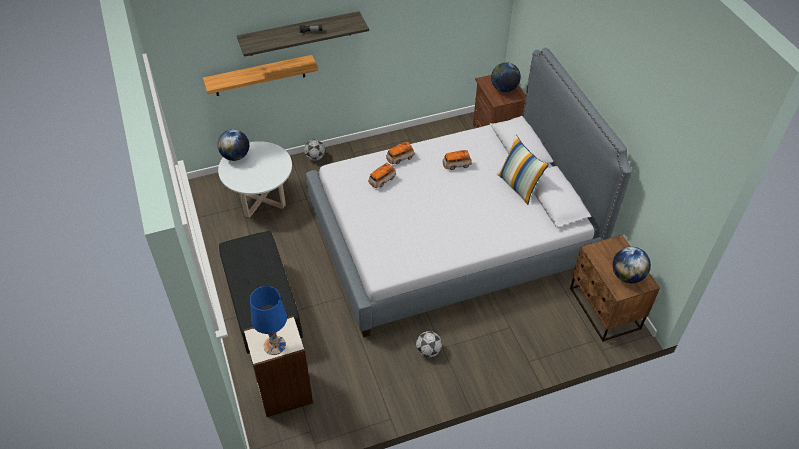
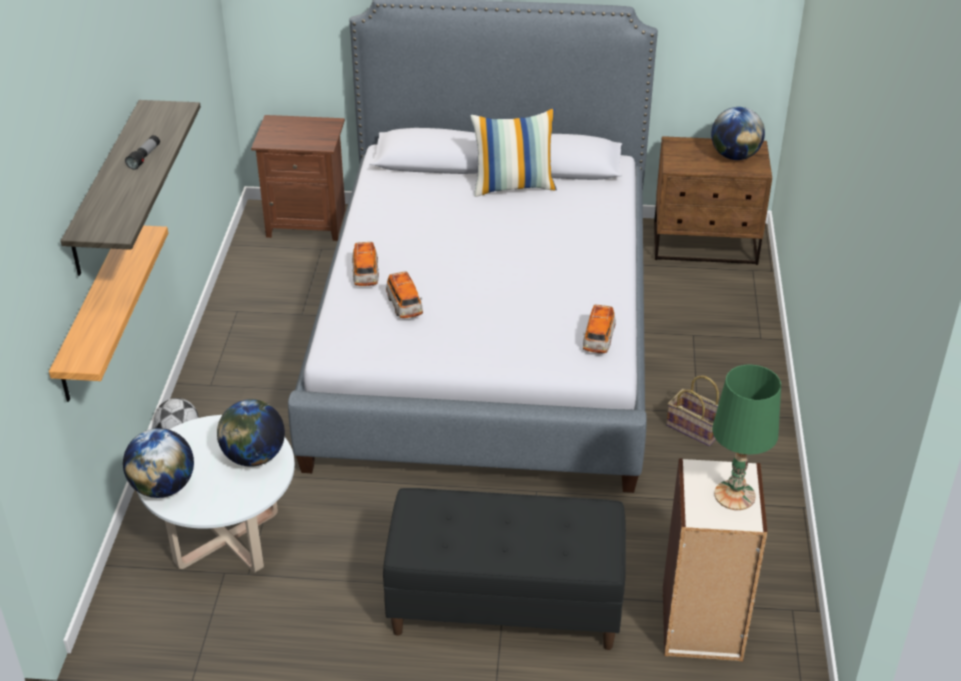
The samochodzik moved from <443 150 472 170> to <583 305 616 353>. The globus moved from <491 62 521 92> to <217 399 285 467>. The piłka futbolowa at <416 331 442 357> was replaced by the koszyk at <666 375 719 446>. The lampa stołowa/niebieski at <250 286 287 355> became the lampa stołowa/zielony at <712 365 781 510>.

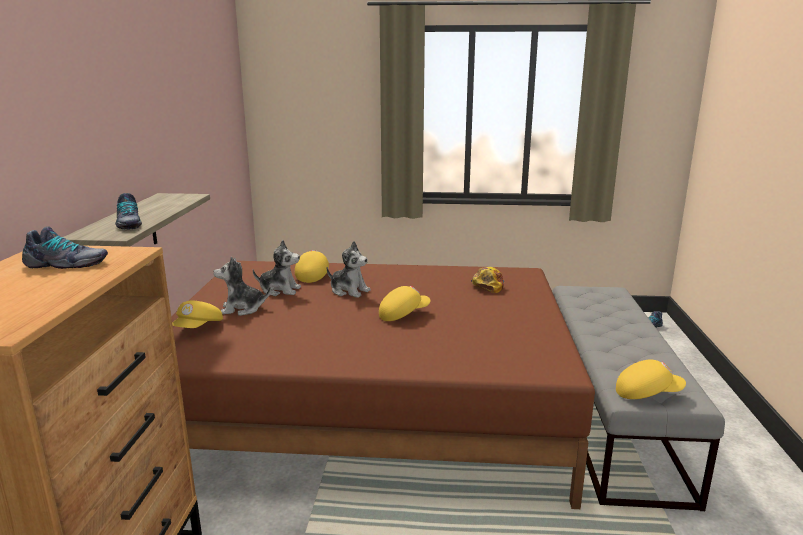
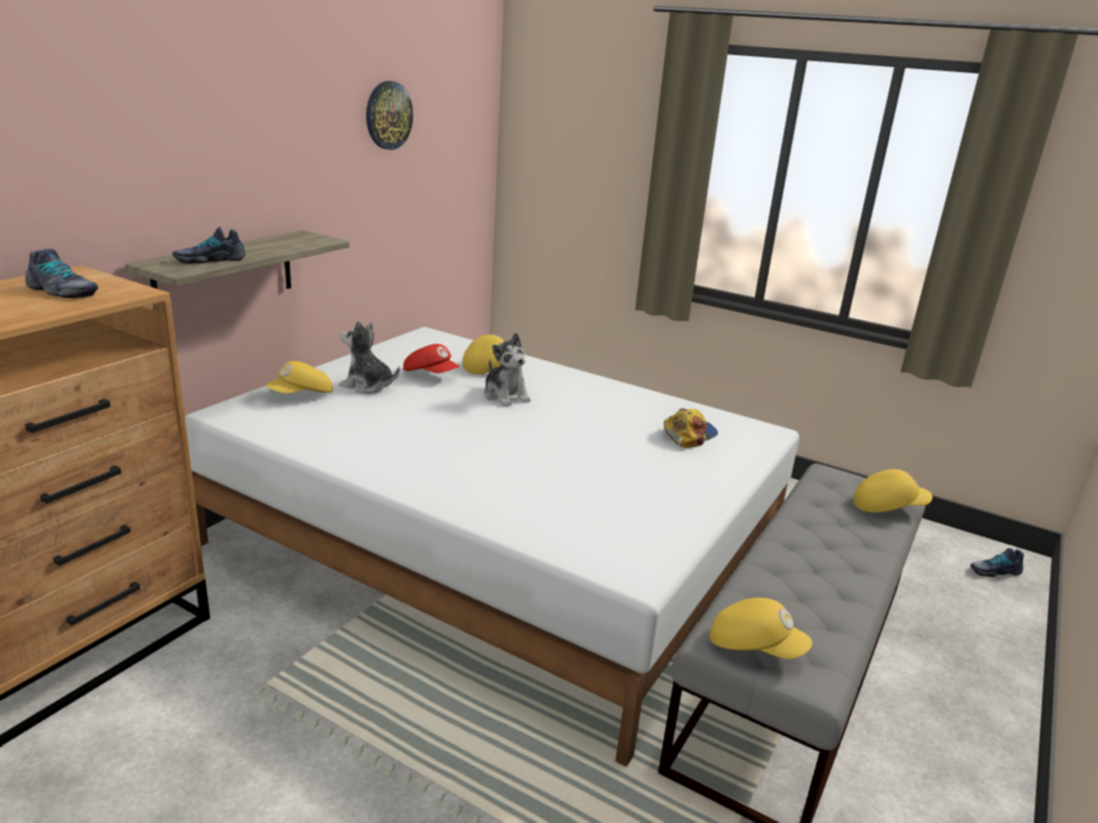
The zegar ścienny at <366 81 413 150> appeared. The czapka z daszkiem/żółty moved from <379 286 430 321> to <854 469 933 513>. The pluszak at <253 240 301 296> was replaced by the czapka z daszkiem/czerwony at <403 344 459 373>. The łóżko/brązowy at <171 261 595 509> became the łóżko/biały at <185 327 799 767>. The but at <115 193 142 230> turned 60 degrees clockwise.

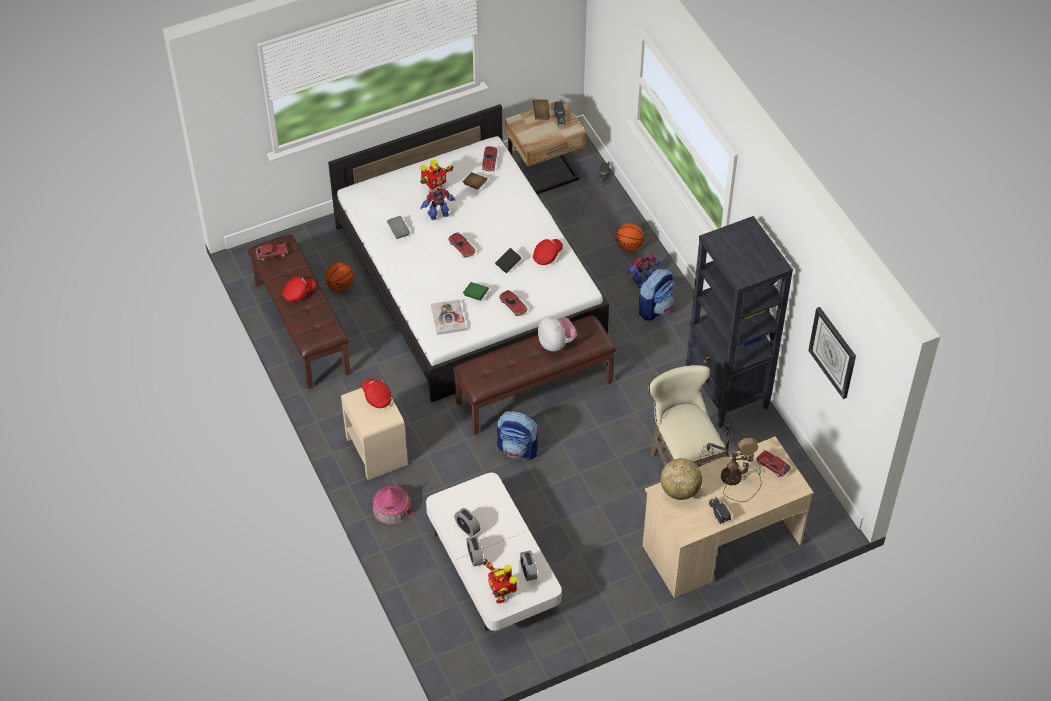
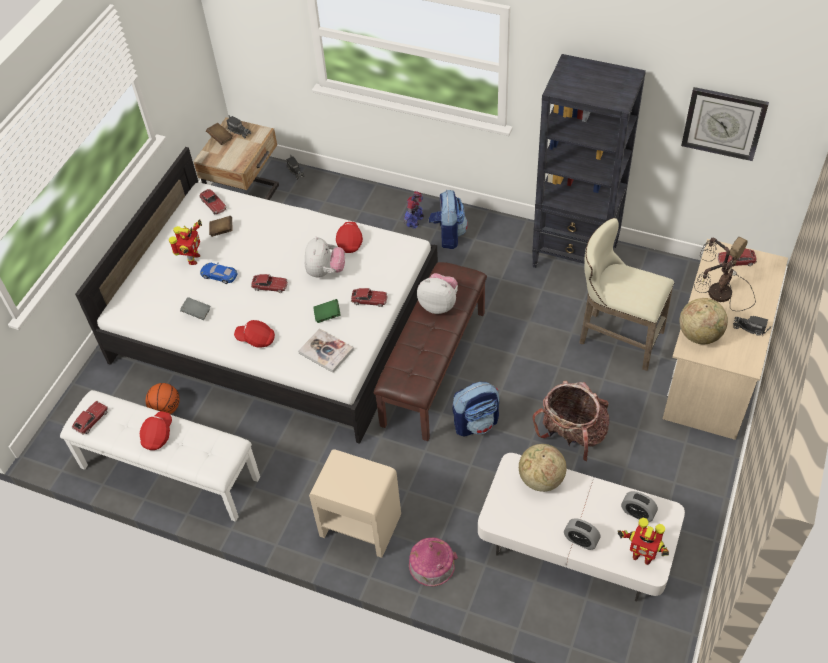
The budzik at <454 508 481 537> disappeared. The piłka do koszykówki at <616 223 644 251> disappeared. The globus at <519 444 567 492> appeared. The plecak at <532 381 609 462> appeared. The czapka z daszkiem/czerwony moved from <362 378 392 408> to <234 320 275 348>. The robot zabawkowy at <421 189 455 220> was replaced by the samochodzik/niebieski at <200 263 238 284>. The książka/czarny at <495 248 521 273> was replaced by the pluszak at <305 236 345 278>. The ławka/brązowy at <248 235 351 389> became the ławka/biały at <60 390 260 522>.

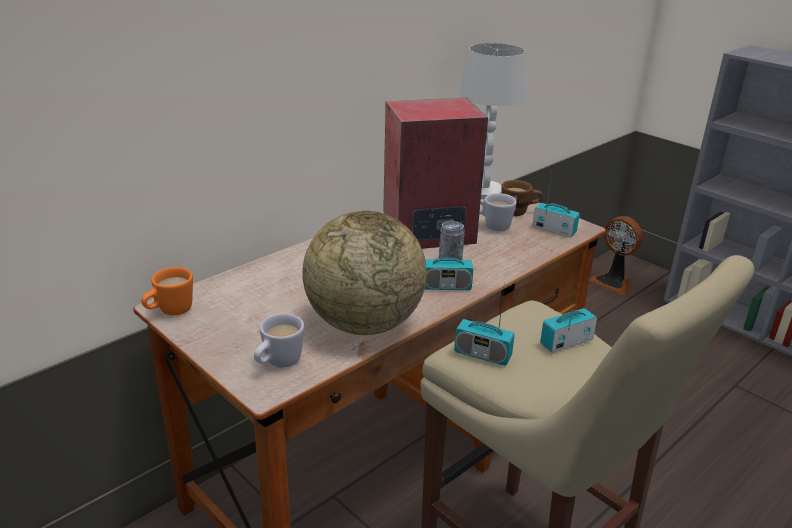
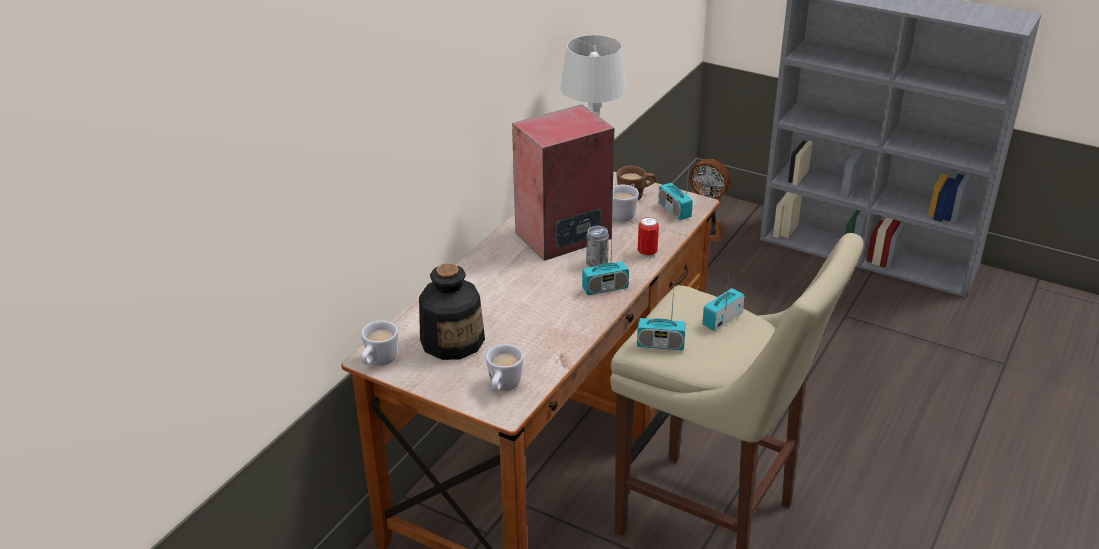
The globus at <302 210 427 335> disappeared. The butelka at <419 263 485 360> appeared. The puszka at <638 217 659 258> appeared. The kubek/pomarańczowy at <141 267 193 316> became the kubek/biały at <361 321 398 366>. The radio at <533 174 580 237> turned 135 degrees counterclockwise.

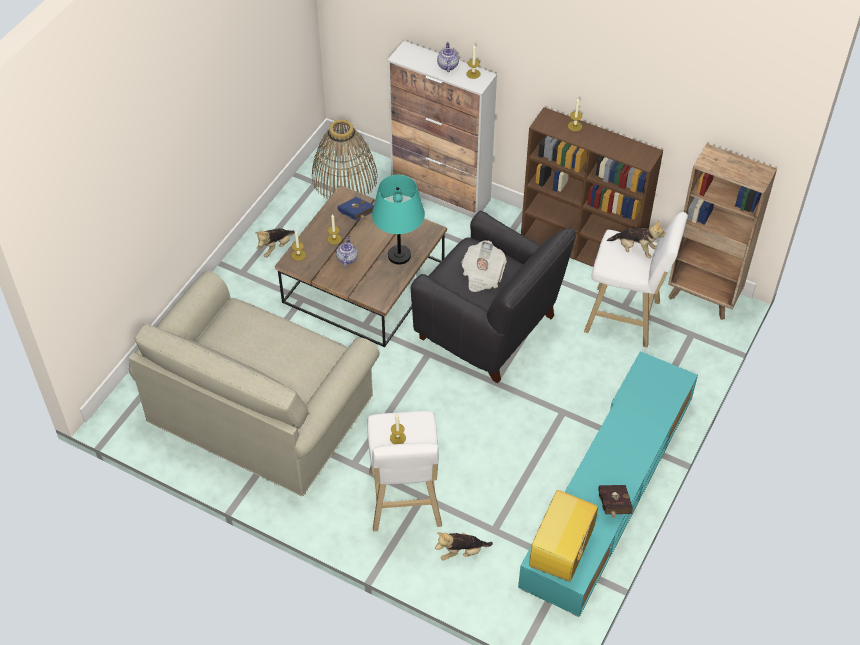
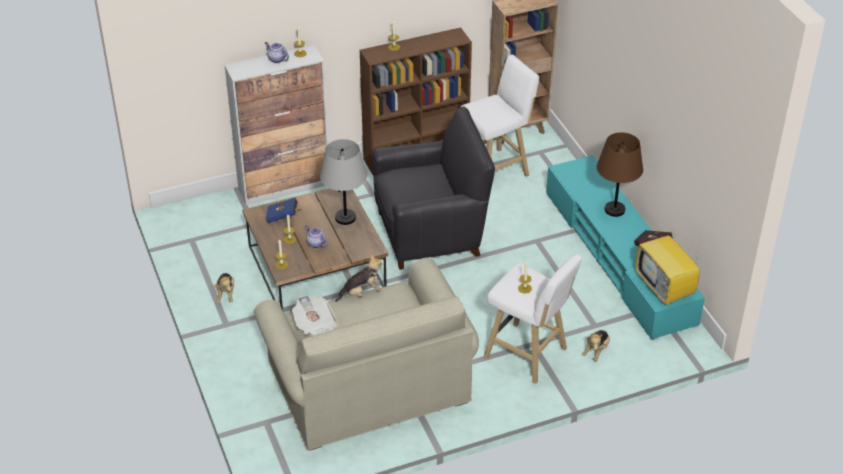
The koszyk at <312 119 378 199> disappeared. The lampa stołowa/brązowy at <597 132 643 217> appeared. The gazeta moved from <461 240 507 292> to <292 295 338 336>. The pluszak moved from <607 220 666 258> to <335 254 383 302>. The lampa stołowa/turkusowy at <372 175 425 264> became the lampa stołowa/szary at <320 139 367 225>.

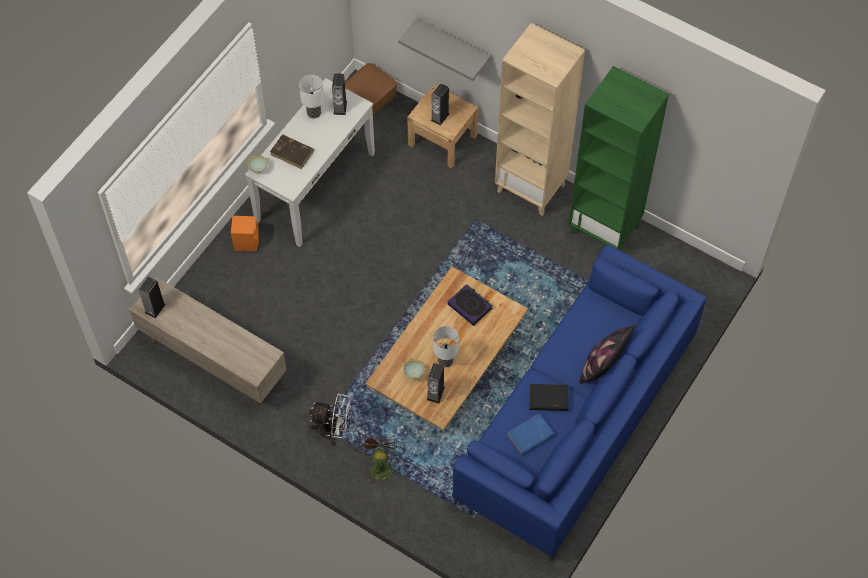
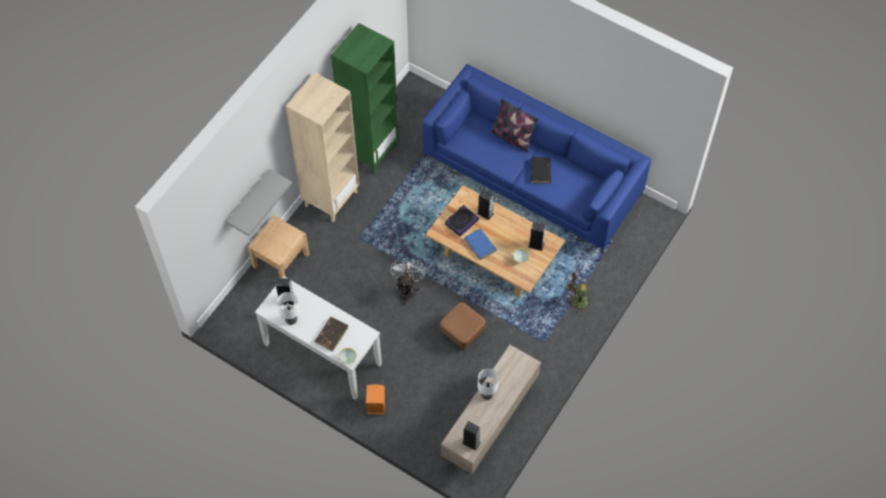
The wentylator/biały moved from <309 393 351 445> to <390 258 425 305>. The pufa/brązowy moved from <345 63 397 116> to <440 302 486 350>. The głośnik moved from <431 83 450 126> to <477 189 494 220>. The lampa stołowa moved from <433 326 459 368> to <478 368 499 400>. The książka/niebieski moved from <507 413 555 455> to <464 229 497 260>.

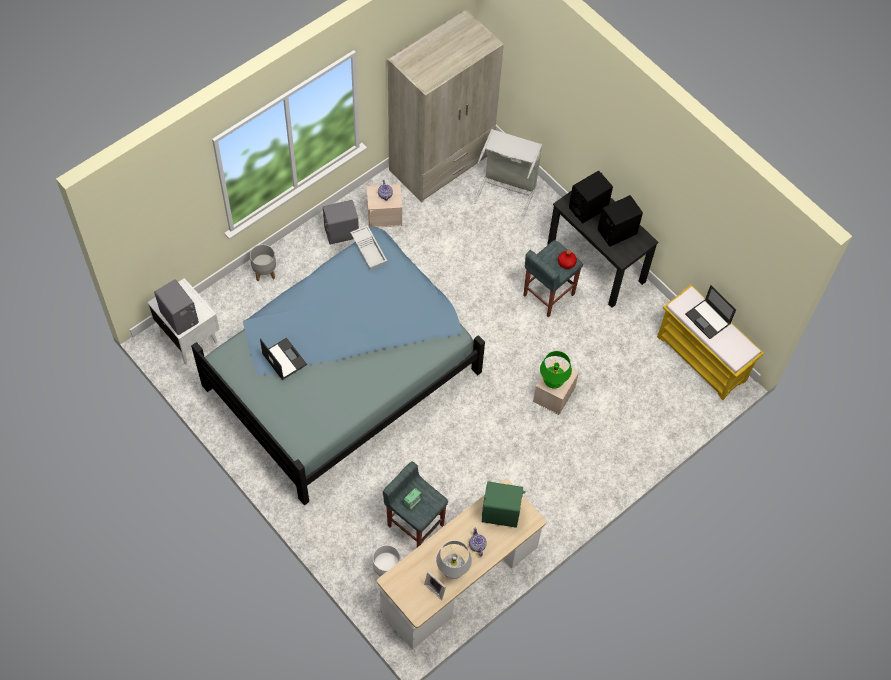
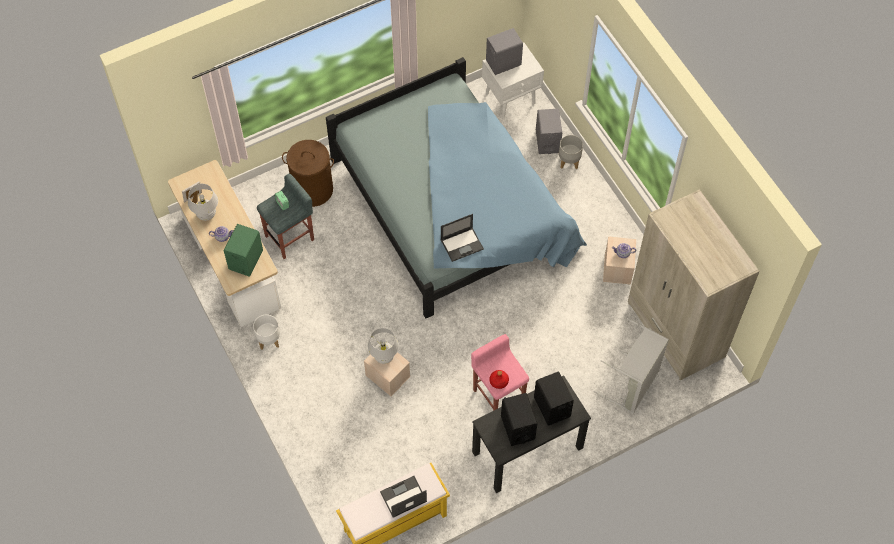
The taca/biały at <350 225 387 270> disappeared. The kosz na pranie/brązowy at <282 140 334 207> appeared. The laptop moved from <260 338 307 380> to <441 214 484 262>. The głośnik/szary moved from <323 200 359 245> to <536 109 562 154>. The donica/biały moved from <373 545 400 577> to <253 314 280 350>. The stołek/szary at <523 240 583 317> became the stołek/różowy at <471 334 529 411>. The lampa stołowa/zielony at <540 351 572 388> became the lampa stołowa/biały at <368 328 399 364>.

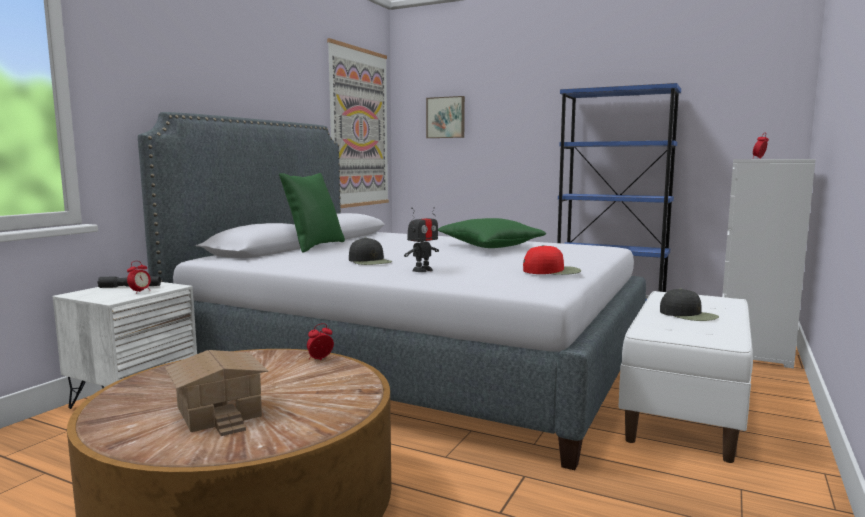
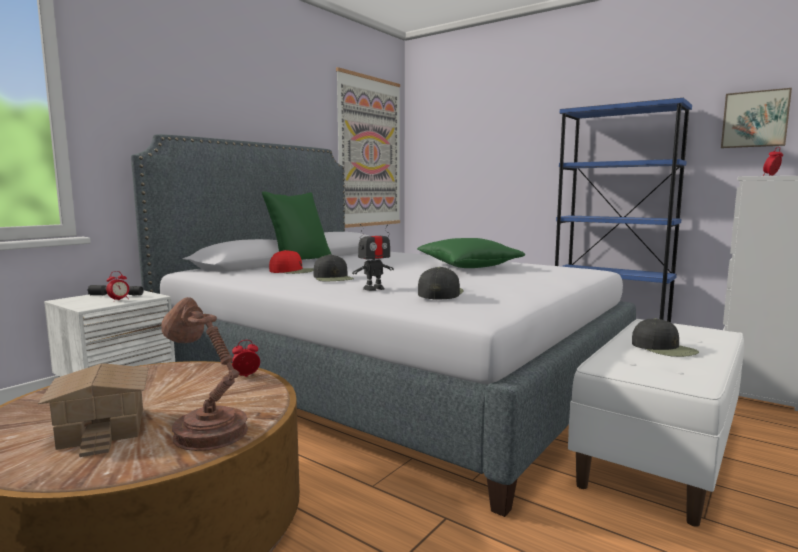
The lampa stołowa/brązowy at <161 297 248 451> appeared. The czapka z daszkiem/czarny at <418 267 463 299> appeared. The obraz moved from <426 96 465 138> to <721 88 792 148>. The czapka z daszkiem/czerwony moved from <523 245 581 275> to <269 250 314 274>.

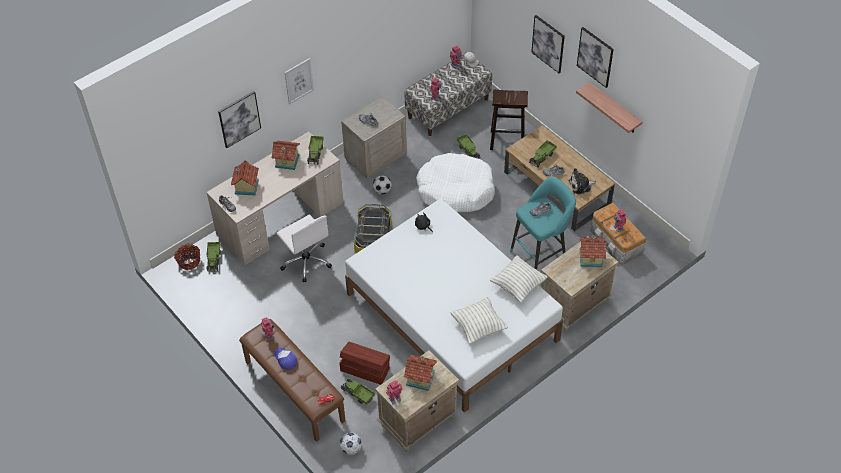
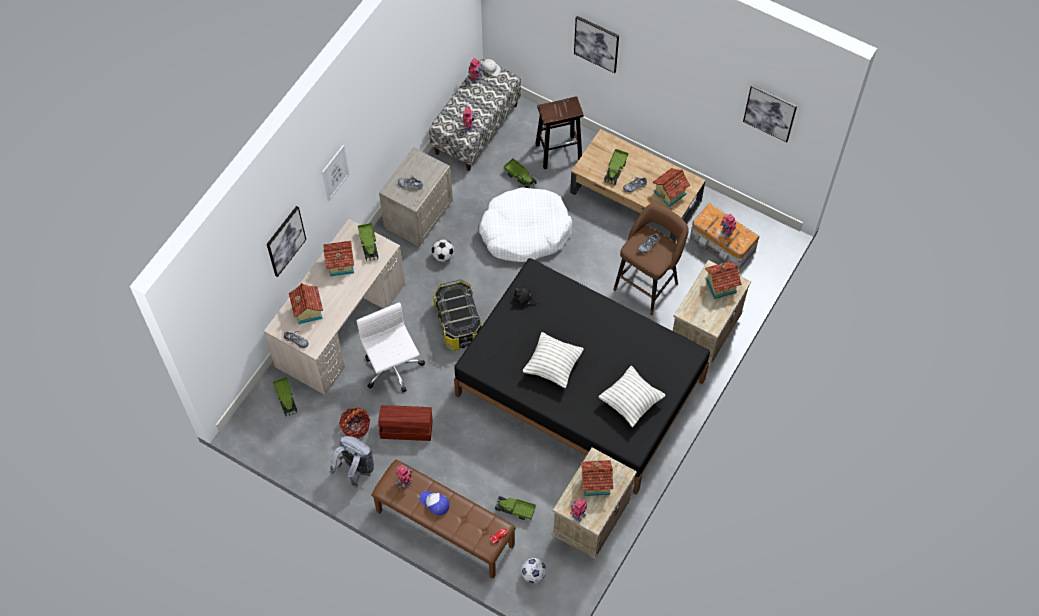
The półka at <576 82 642 133> disappeared. The plecak/szary at <330 436 374 488> appeared. The koszyk moved from <174 244 200 270> to <339 407 370 439>. The pojemnik do przechowywania/brązowy moved from <339 342 390 385> to <378 405 432 441>. The poduszka moved from <490 255 548 302> to <522 332 584 388>. The obraz moved from <577 27 614 88> to <743 84 797 142>. The pluszak at <569 168 596 195> was replaced by the domek at <653 168 690 207>. The łóżko/biały at <345 199 563 412> became the łóżko/czarny at <454 258 710 495>. The stołek/turkusowy at <510 177 576 270> became the stołek/brązowy at <613 204 689 315>. The krzesło biurowe/biały at <277 215 332 282> turned 150 degrees counterclockwise.

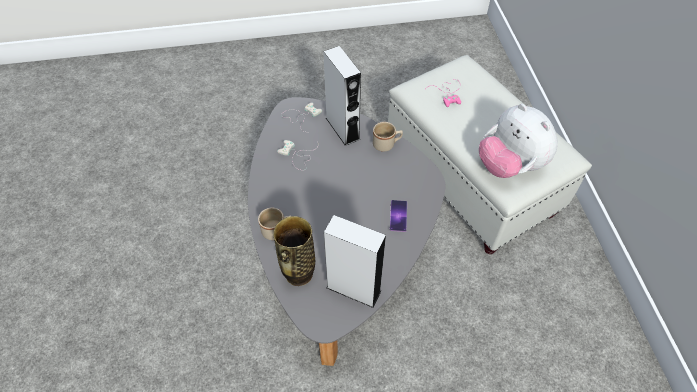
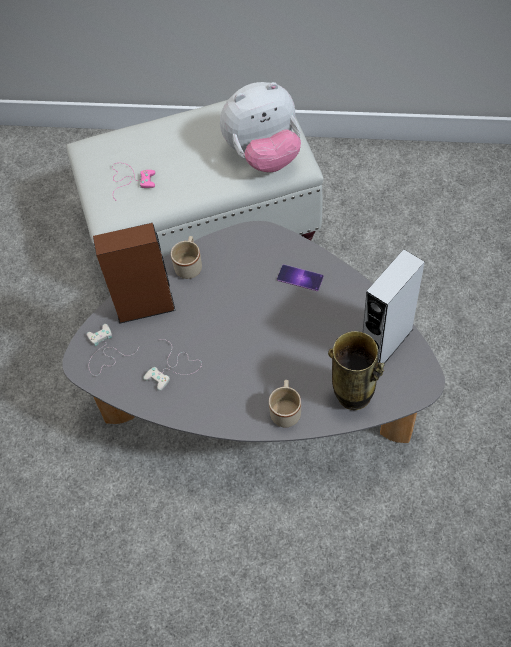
The głośnik/szary at <323 46 361 146> became the głośnik/brązowy at <93 223 176 324>.

